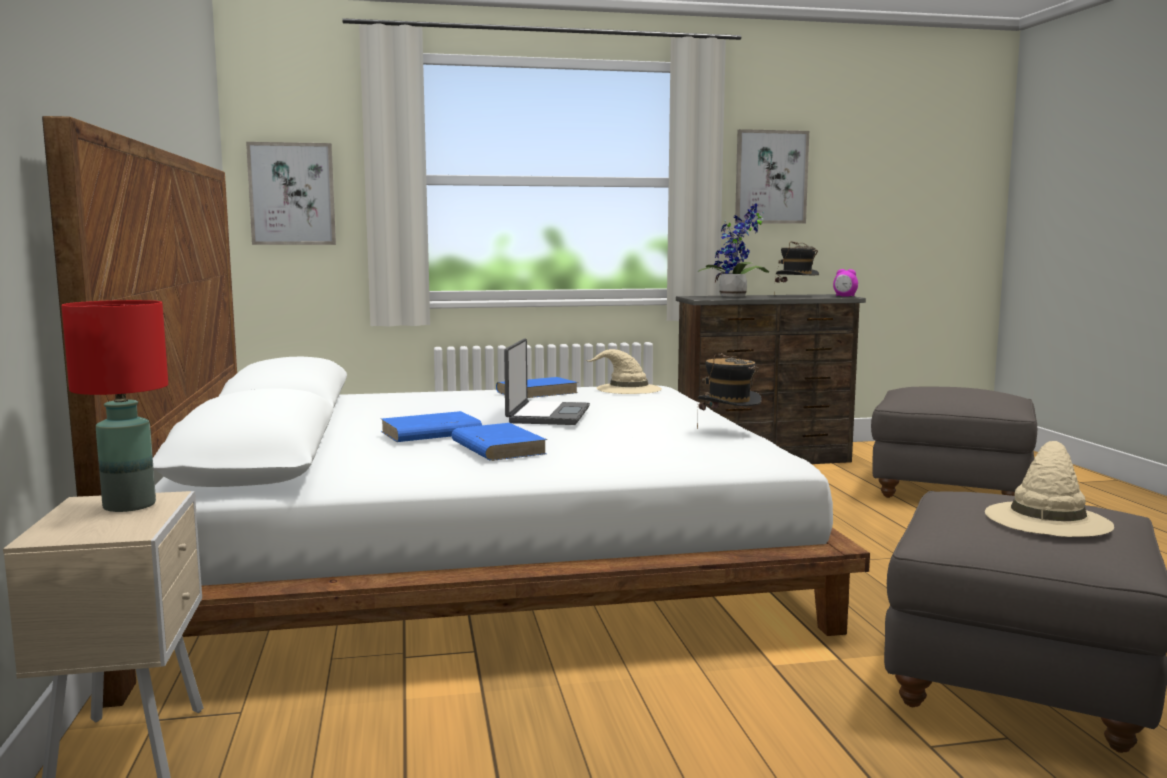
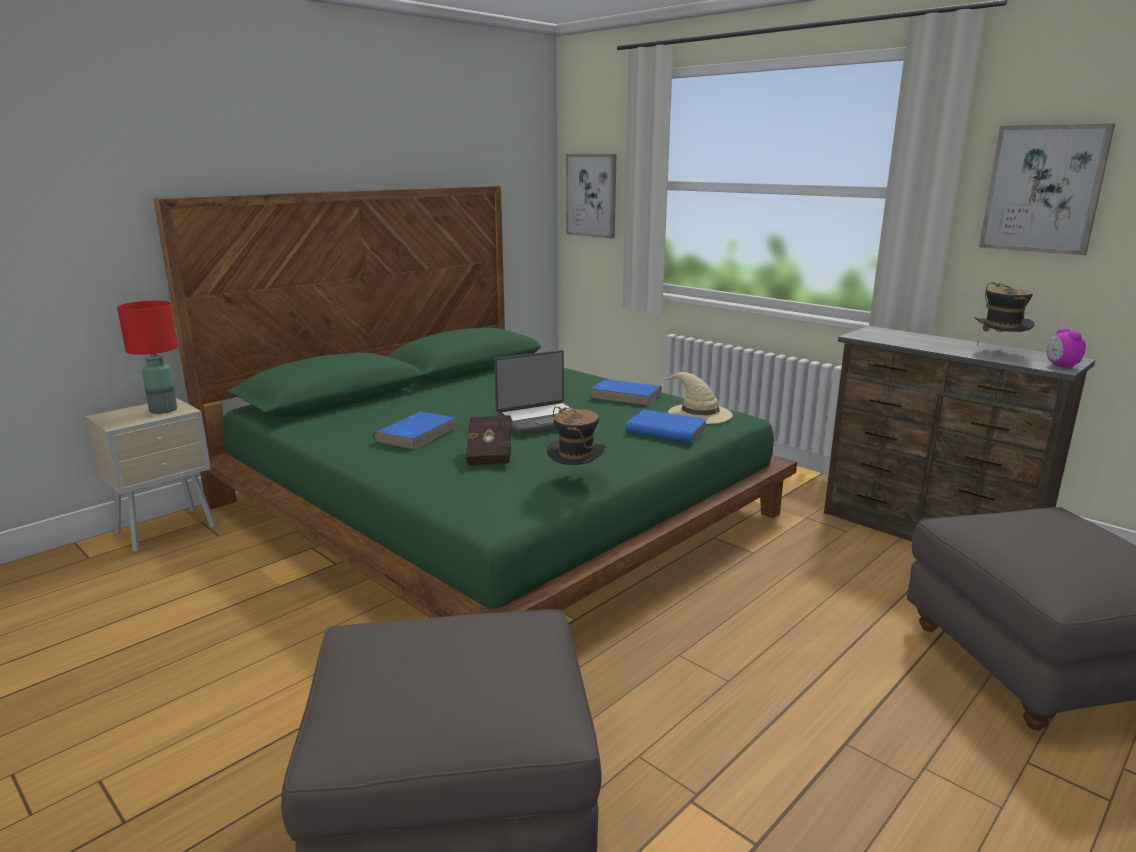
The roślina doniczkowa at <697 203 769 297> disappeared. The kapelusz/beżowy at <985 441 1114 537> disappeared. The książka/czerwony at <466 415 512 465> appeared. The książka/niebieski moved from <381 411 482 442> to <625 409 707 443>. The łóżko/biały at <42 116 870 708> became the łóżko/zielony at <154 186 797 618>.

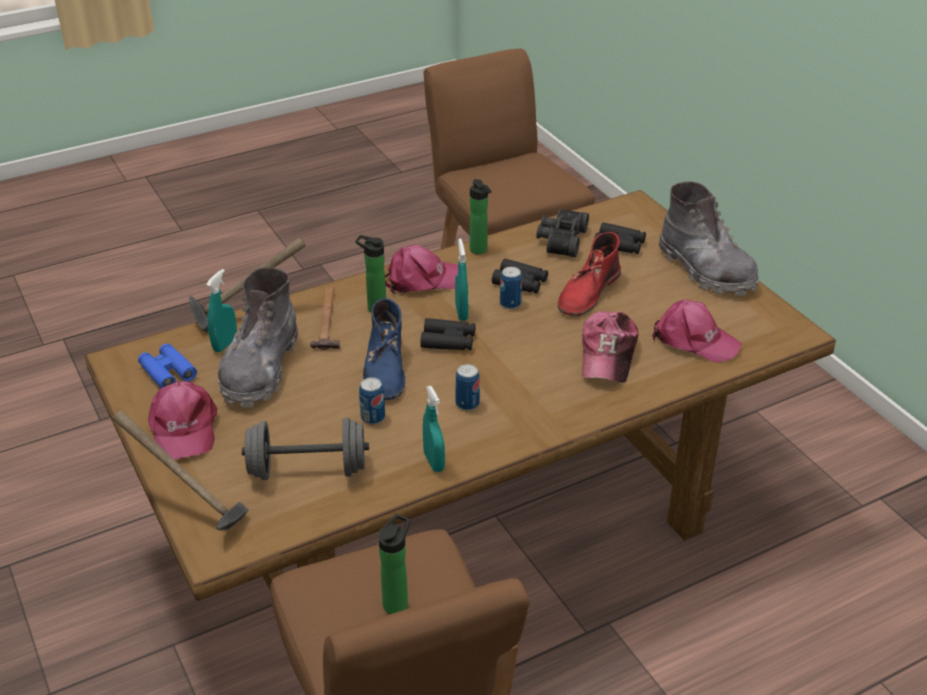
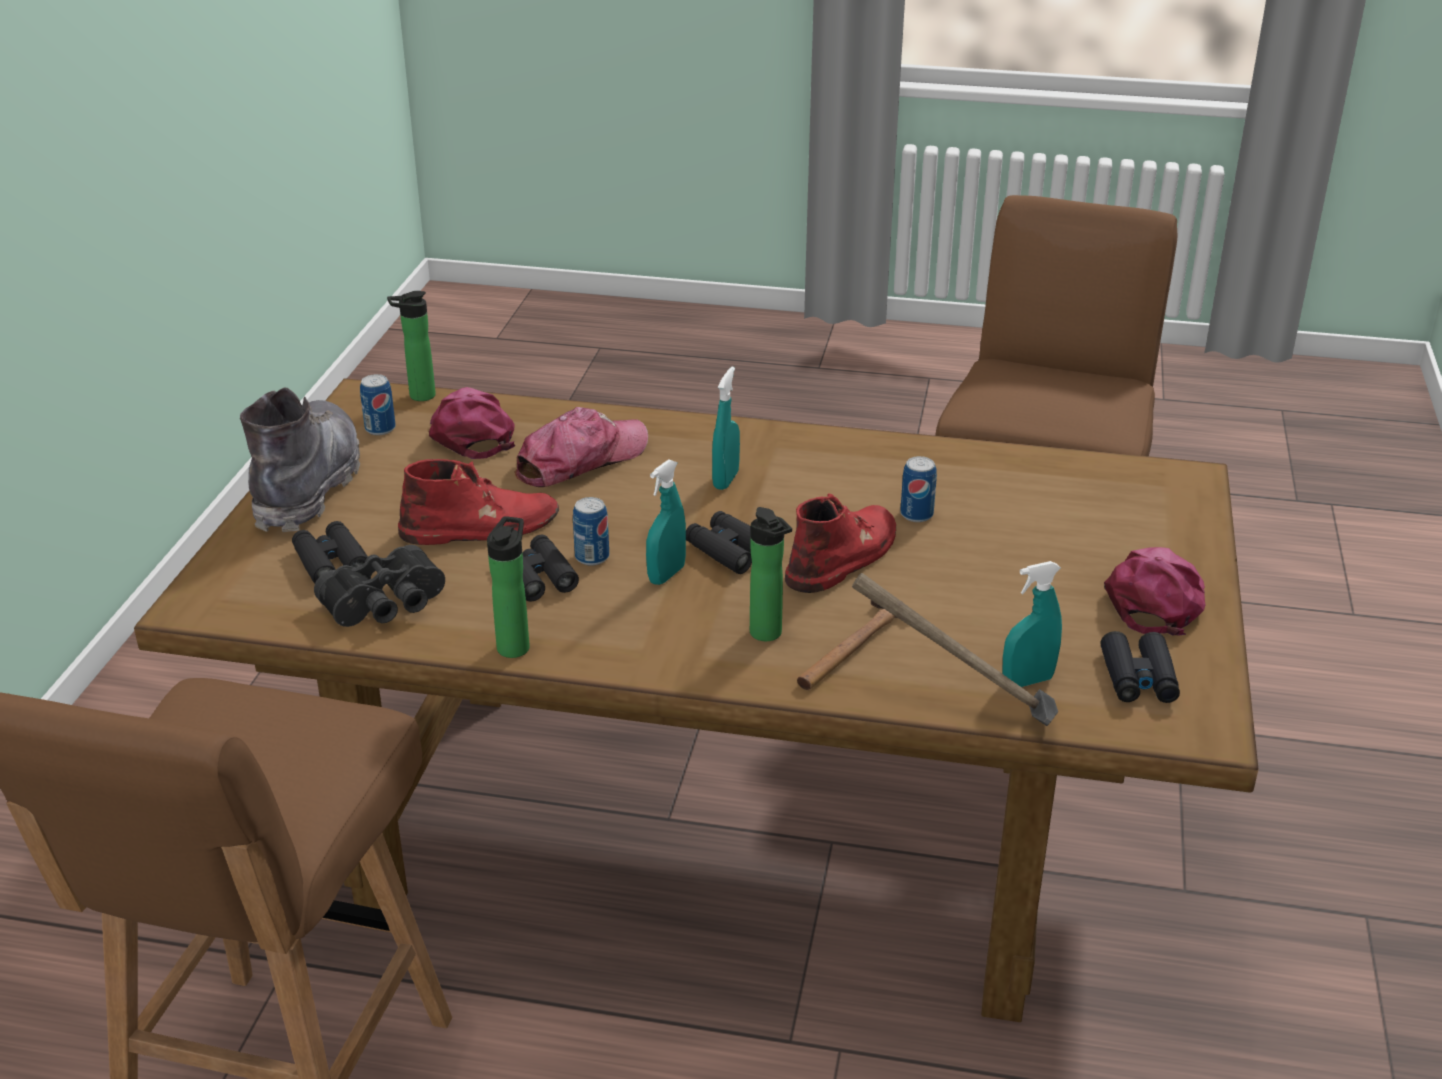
The młotek at <113 410 249 531> disappeared. The but z cholewką/szary at <218 268 298 408> disappeared. The hantel/szary at <242 418 369 480> disappeared. The czapka z daszkiem/różowy at <385 245 458 294> disappeared. The butelka moved from <378 514 410 614> to <387 291 436 401>. The spryskiwacz/turkusowy moved from <423 386 445 472> to <712 367 740 490>. The puszka moved from <455 364 480 411> to <360 374 396 435>. The lornetka/niebieski at <138 343 197 388> became the lornetka/czarny at <1101 631 1180 703>. The but z cholewką/niebieski at <363 298 405 400> became the but z cholewką/czerwony at <785 494 896 593>.

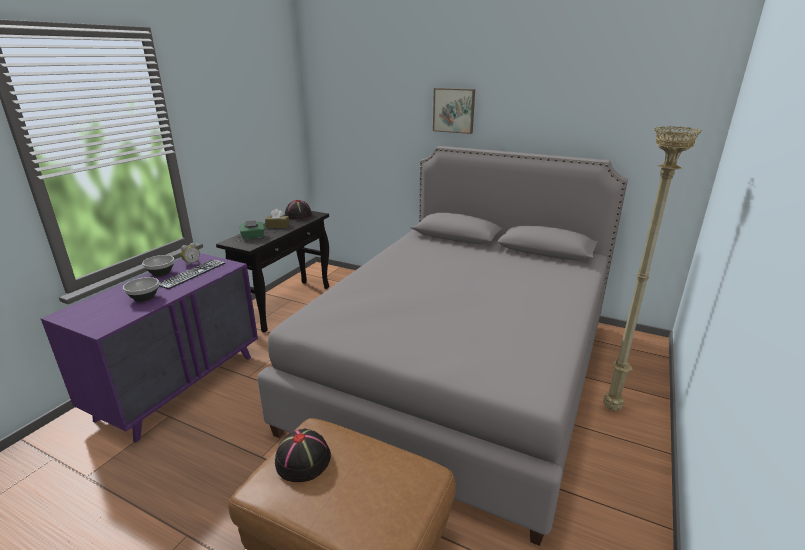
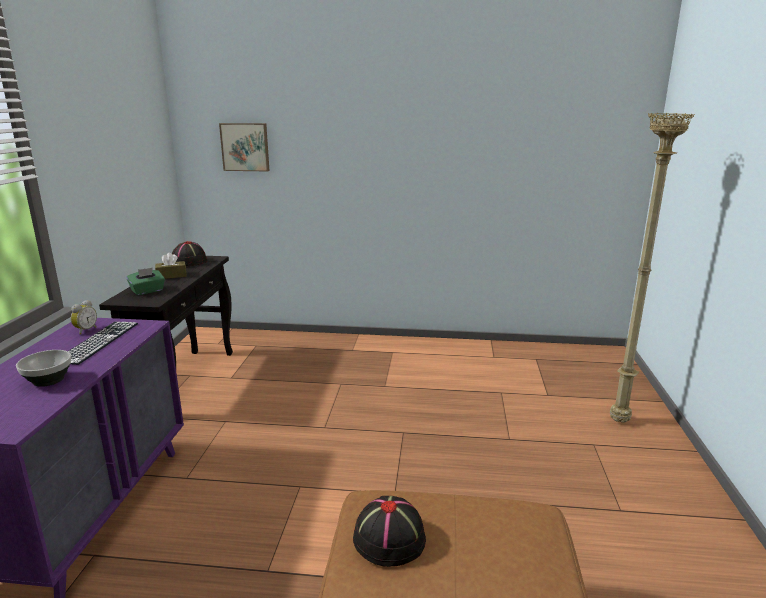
The miska at <142 255 174 276> disappeared. The łóżko/szary at <257 146 628 546> disappeared. The obraz moved from <433 88 475 134> to <219 123 270 171>.

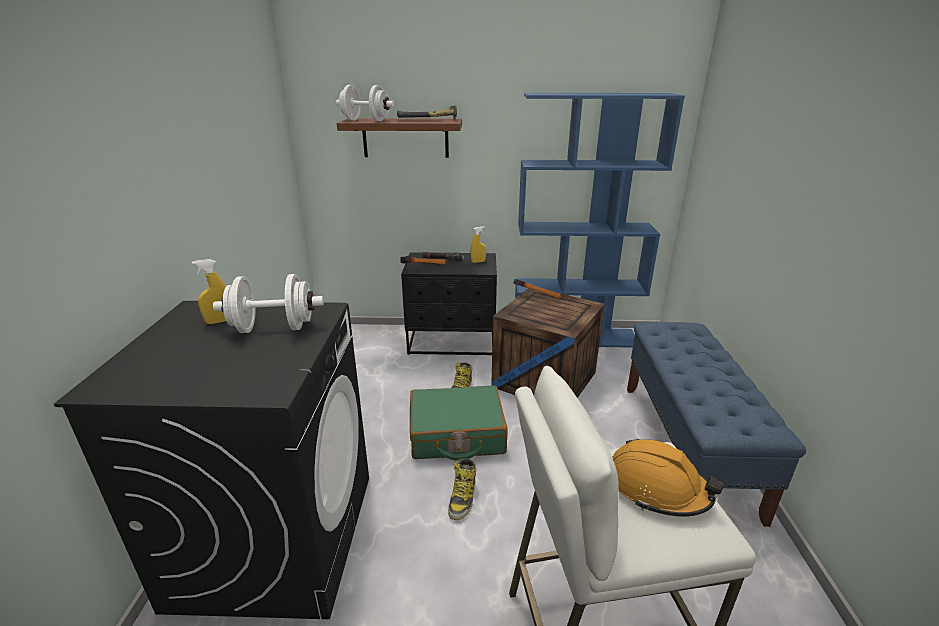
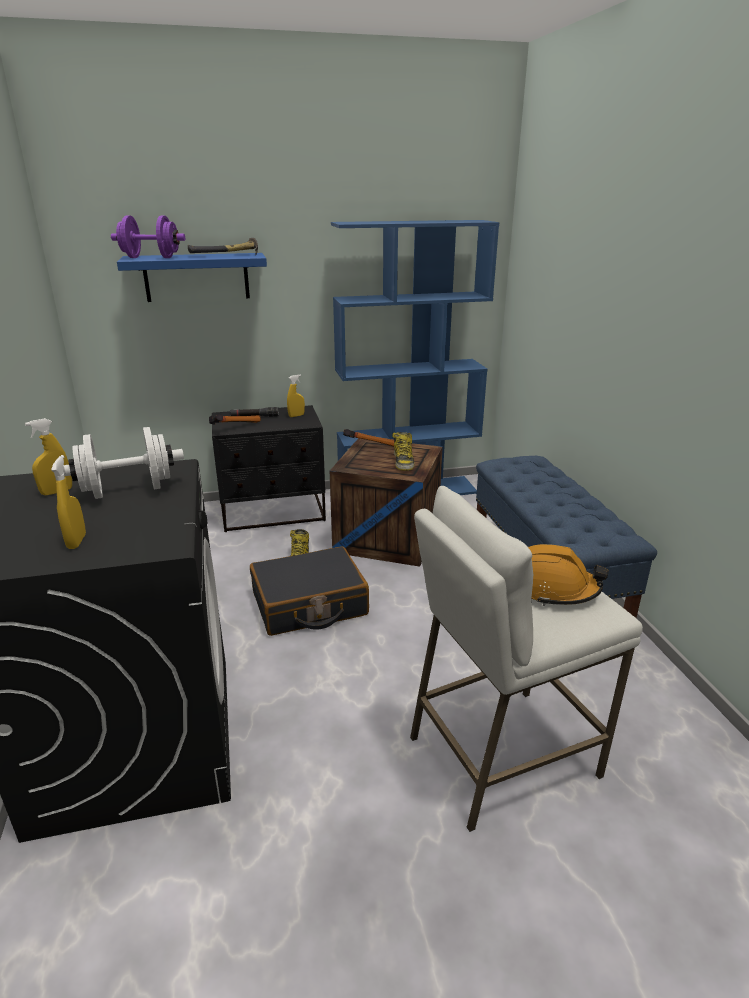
The spryskiwacz/żółty at <51 455 86 549> appeared. The but z cholewką moved from <448 459 476 520> to <392 432 415 471>. The hantel/biały at <336 85 394 121> became the hantel/fioletowy at <111 216 185 258>. The półka/brązowy at <336 118 462 158> became the półka/niebieski at <117 253 267 302>. The walizka/zielony at <410 386 508 461> became the walizka/czarny at <250 546 369 636>.

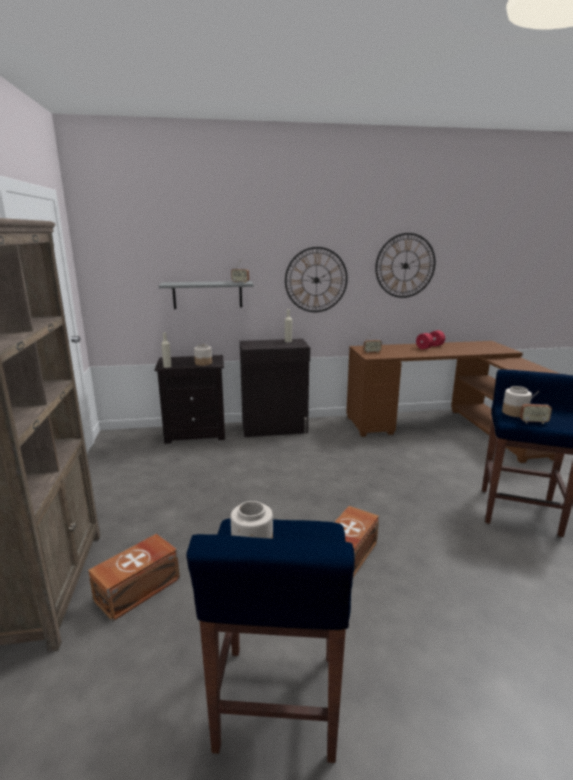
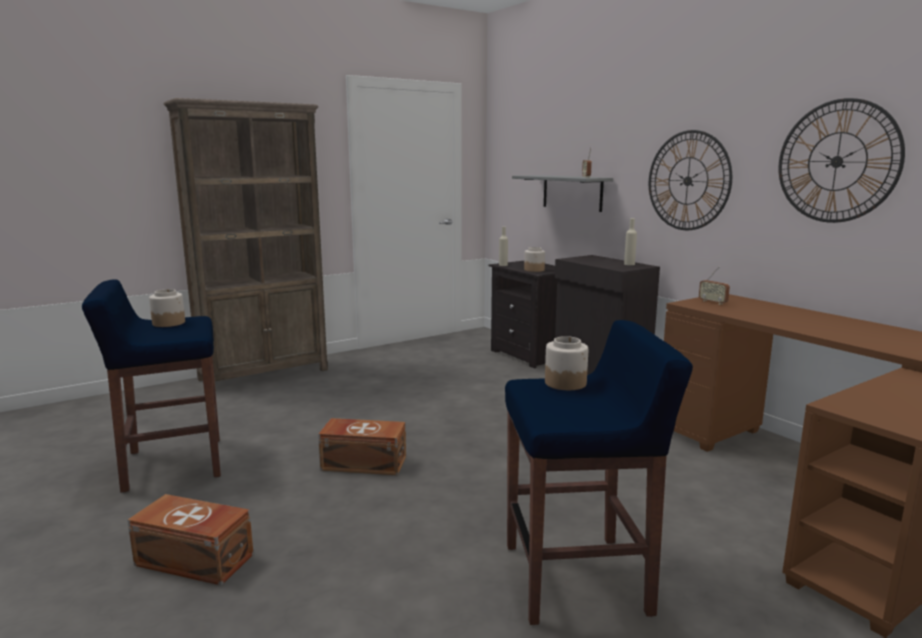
The hantel/czerwony at <416 330 445 349> disappeared. The radio at <520 391 552 424> disappeared. The pojemnik do przechowywania/brązowy moved from <88 534 180 622> to <128 494 254 585>.

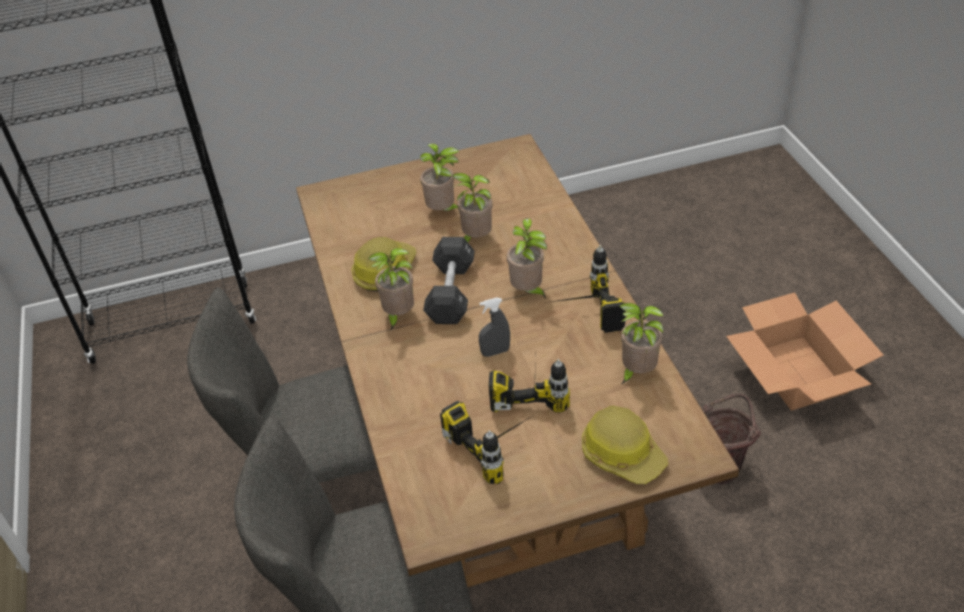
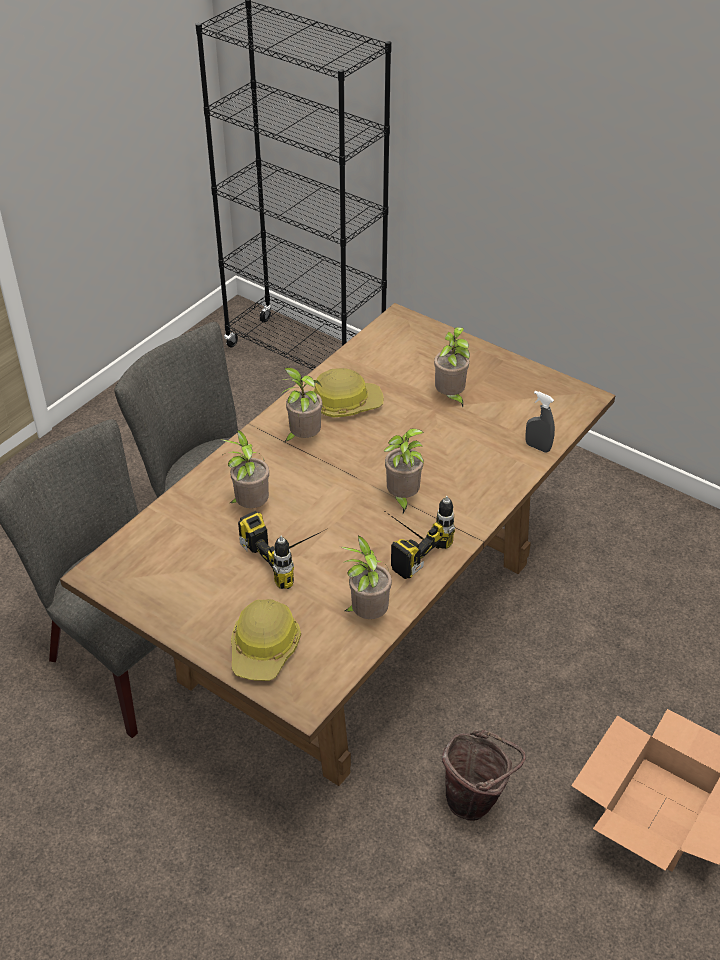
The hantel/czarny at <423 237 475 324> disappeared. The wiertarka at <440 401 529 484> disappeared. The roślina doniczkowa moved from <451 173 492 242> to <221 430 269 508>. The spryskiwacz/szary moved from <479 297 510 357> to <526 391 555 453>.

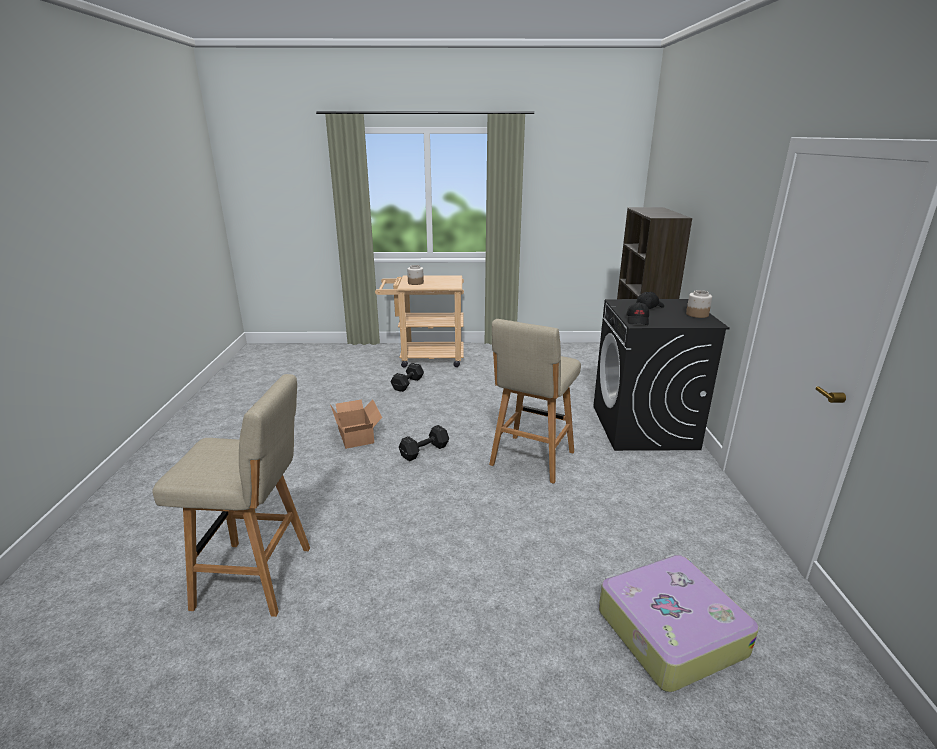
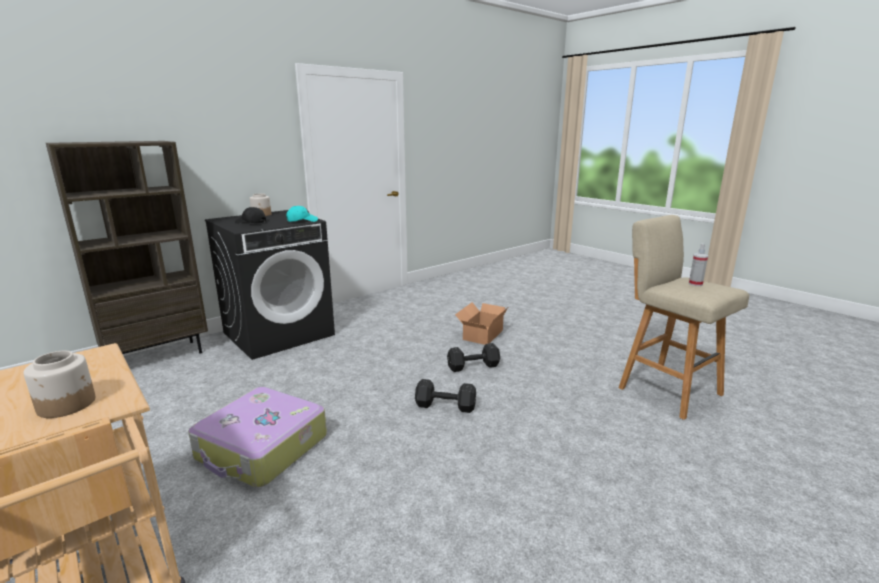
The stołek/beżowy at <489 319 581 484> disappeared. The spryskiwacz at <689 244 708 286> appeared. The karton moved from <330 399 382 449> to <455 302 508 345>. The hantel/czarny moved from <391 363 424 392> to <447 343 501 372>. The walizka moved from <599 554 759 692> to <188 387 327 488>. The czapka z daszkiem/czarny at <626 302 649 325> became the czapka z daszkiem/turkusowy at <286 206 318 222>.

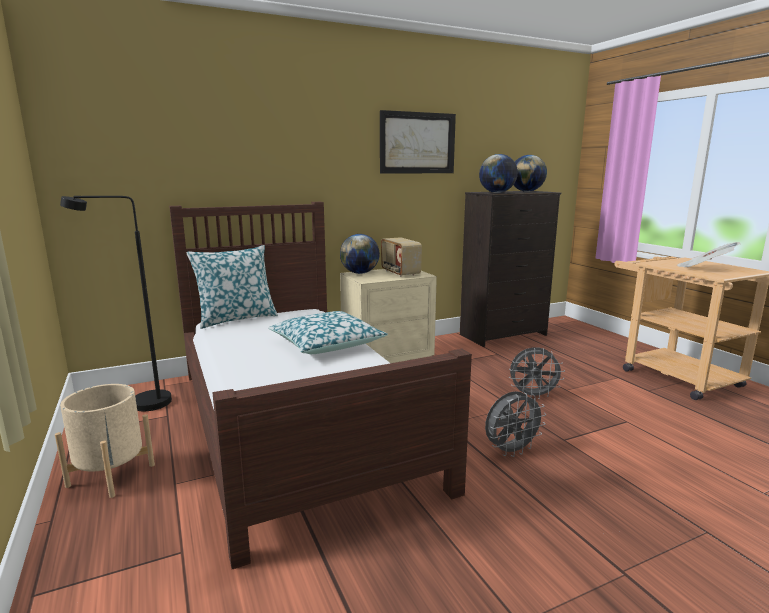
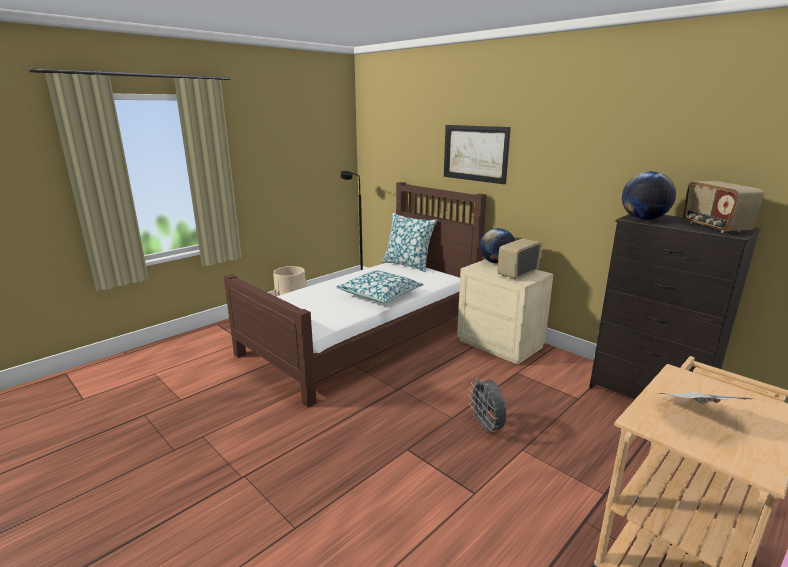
The wentylator/szary at <485 391 546 457> disappeared. The obraz moved from <380 110 456 174> to <444 125 511 184>. The globus at <514 155 547 192> was replaced by the radio at <683 181 764 233>.

